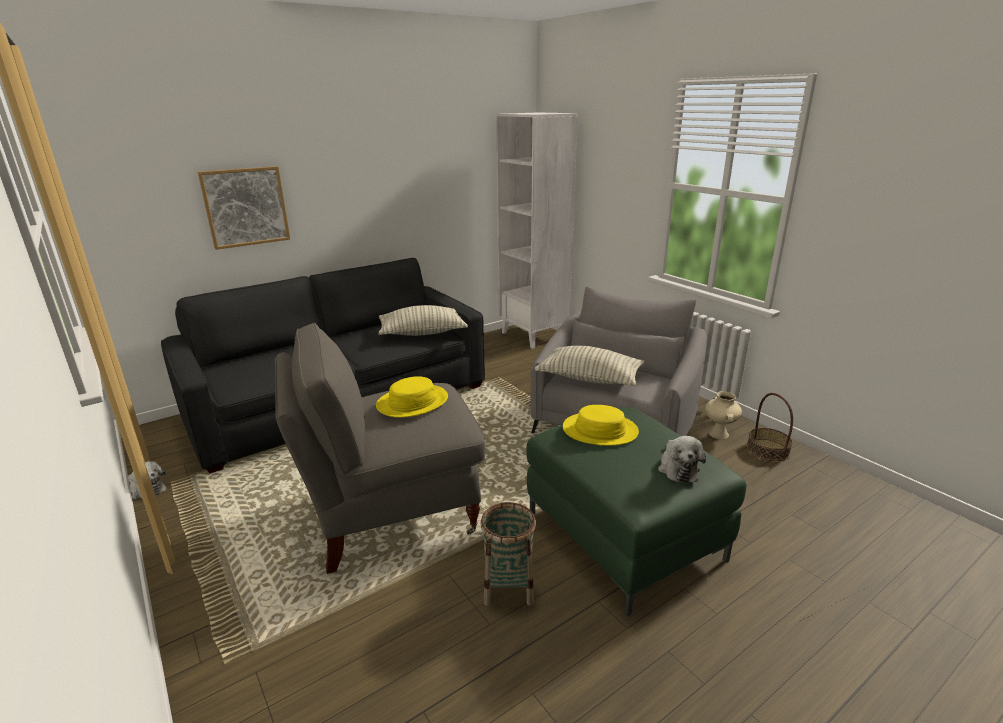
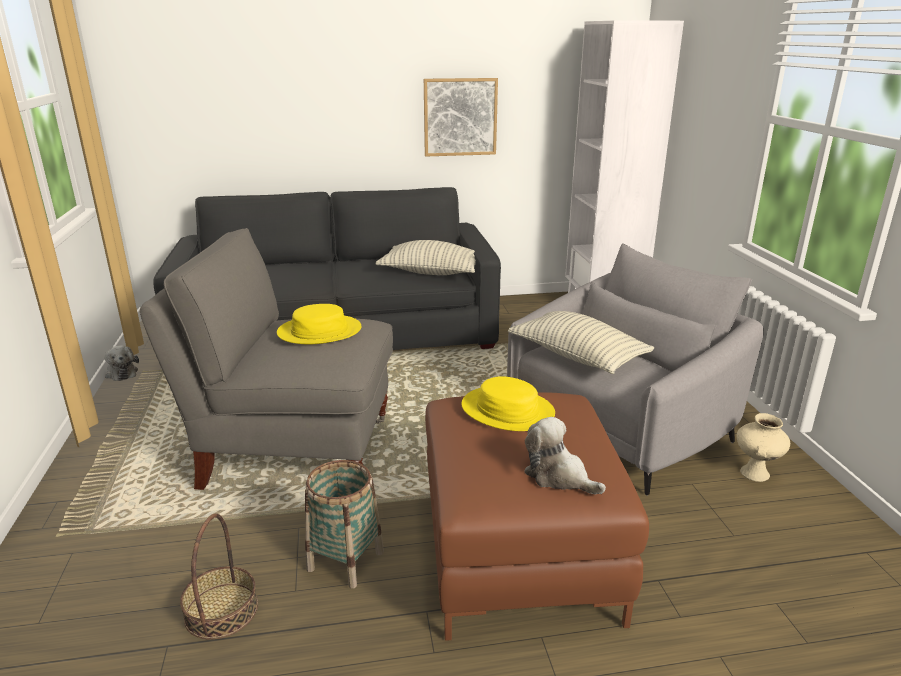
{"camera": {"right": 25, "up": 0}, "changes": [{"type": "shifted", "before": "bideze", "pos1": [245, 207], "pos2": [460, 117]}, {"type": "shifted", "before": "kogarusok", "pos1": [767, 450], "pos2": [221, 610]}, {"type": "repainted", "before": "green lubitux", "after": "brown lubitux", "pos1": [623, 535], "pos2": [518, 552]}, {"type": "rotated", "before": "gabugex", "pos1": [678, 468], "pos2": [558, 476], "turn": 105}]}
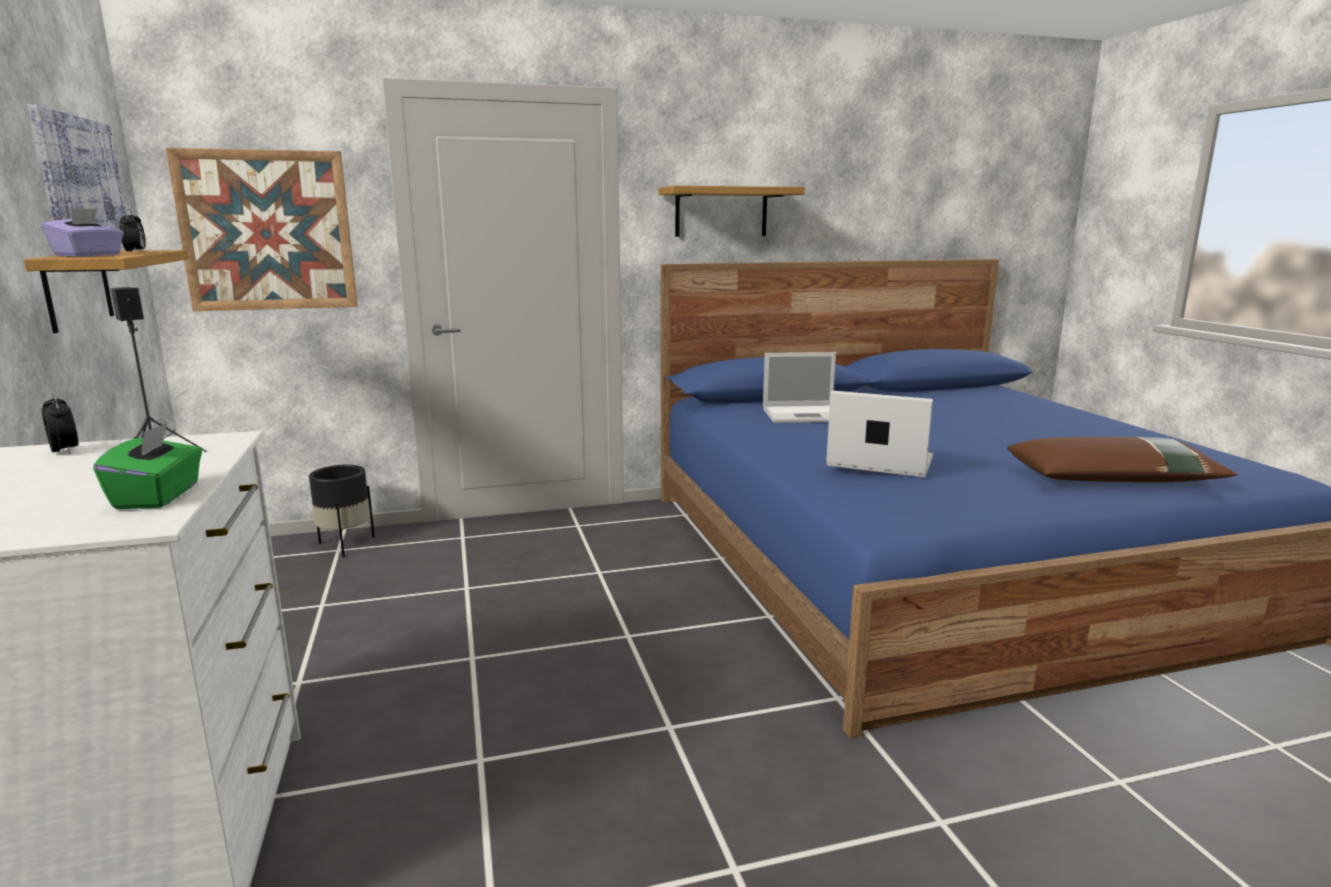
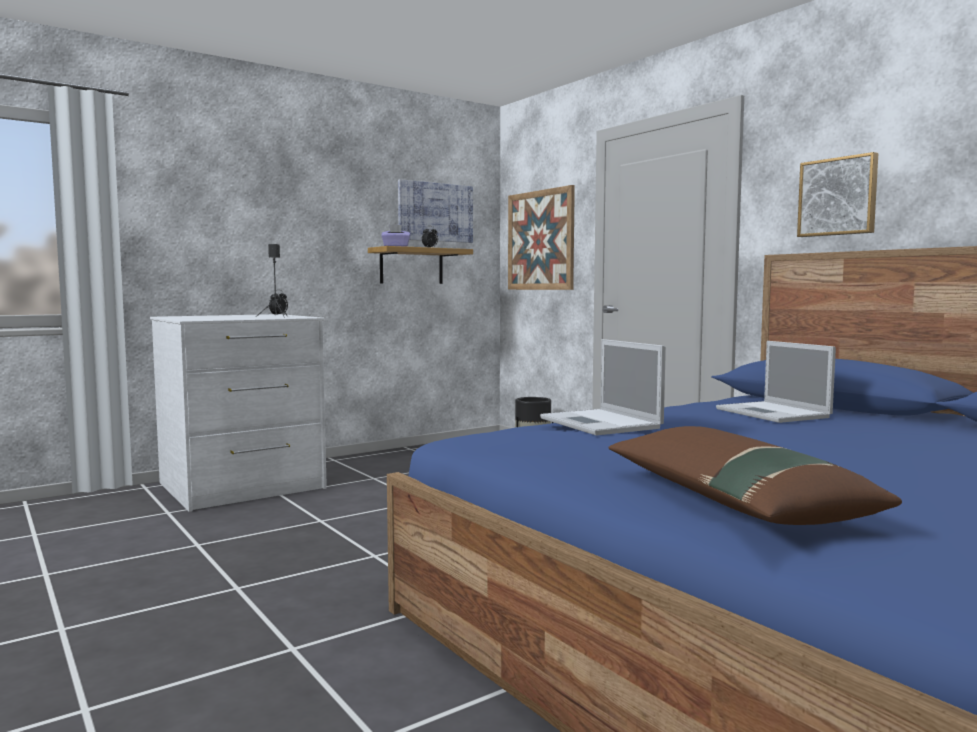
{"camera": {"right": 70, "up": -10}, "changes": [{"type": "gone", "before": "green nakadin", "pos1": [159, 496]}, {"type": "swapped", "before": "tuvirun", "after": "bideze", "pos1": [721, 212], "pos2": [838, 197]}, {"type": "rotated", "before": "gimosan", "pos1": [878, 462], "pos2": [601, 423], "turn": 150}]}
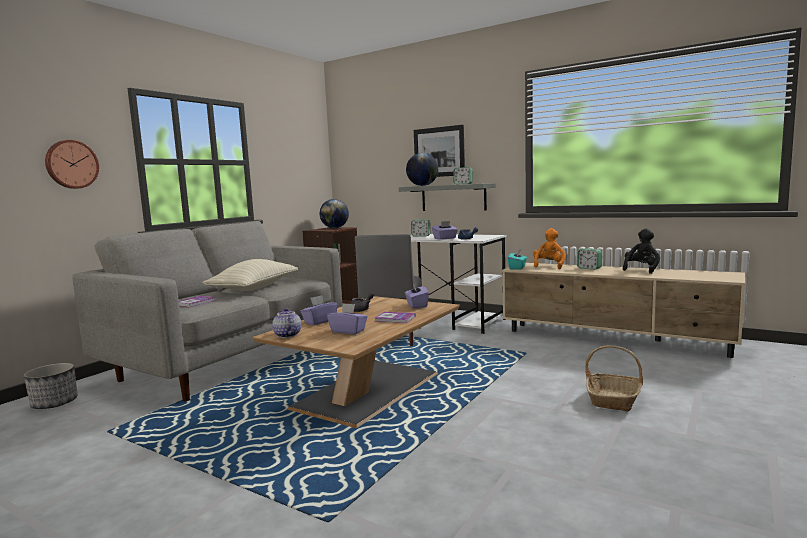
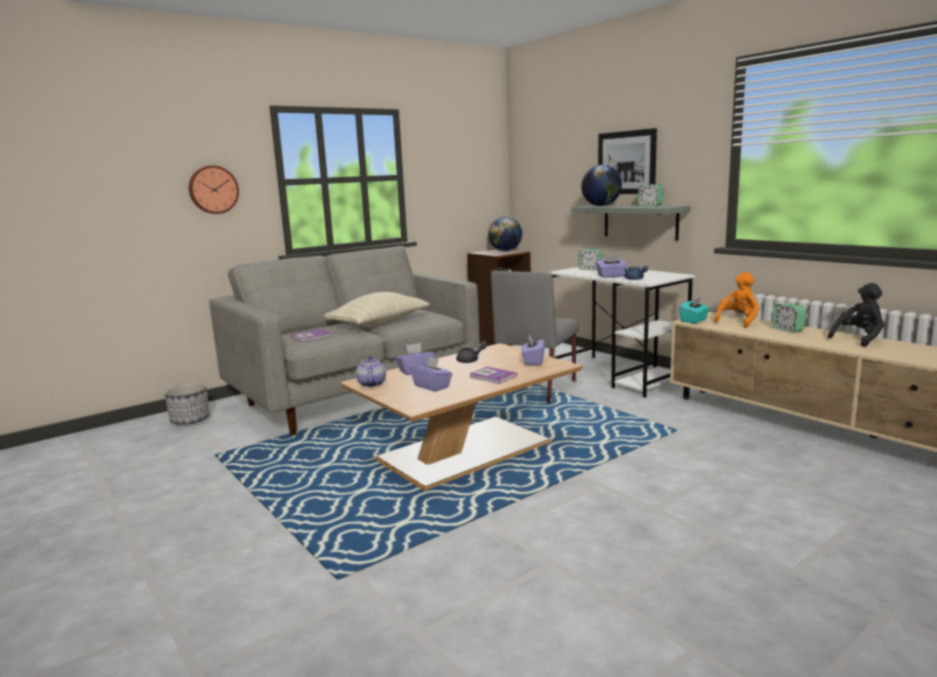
{"camera": {"right": 20, "up": 5}, "changes": [{"type": "gone", "before": "kogarusok", "pos1": [614, 399]}]}
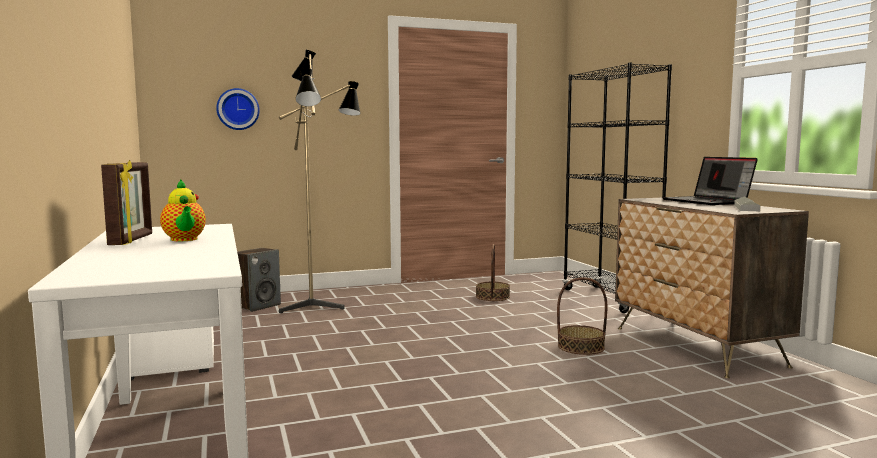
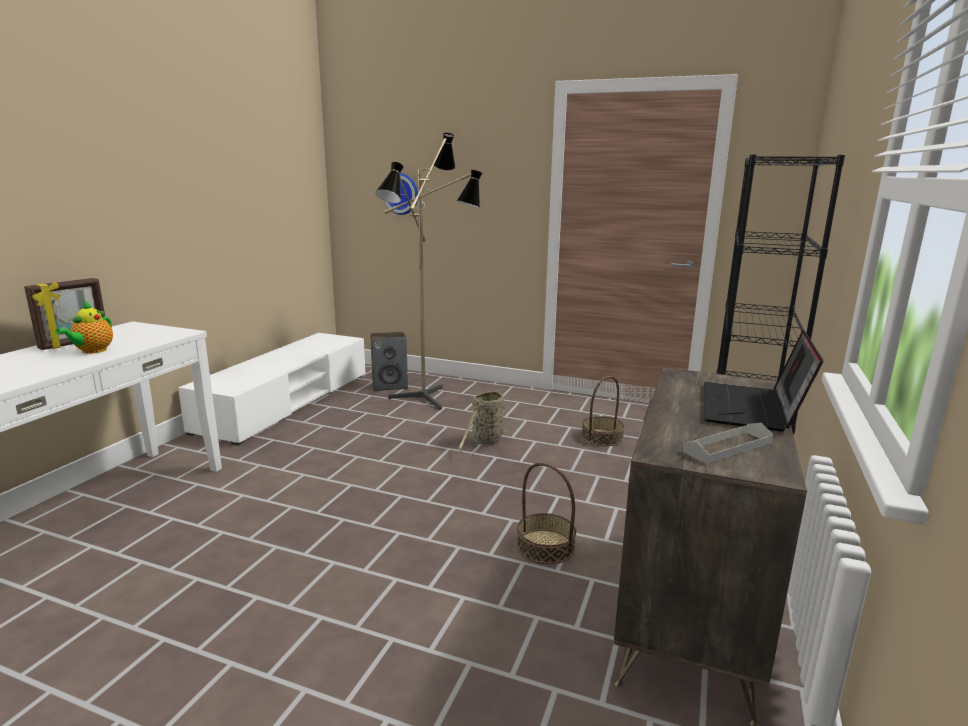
{"camera": {"right": 40, "up": 10}, "changes": [{"type": "new", "after": "kogarusok", "pos2": [485, 442]}]}
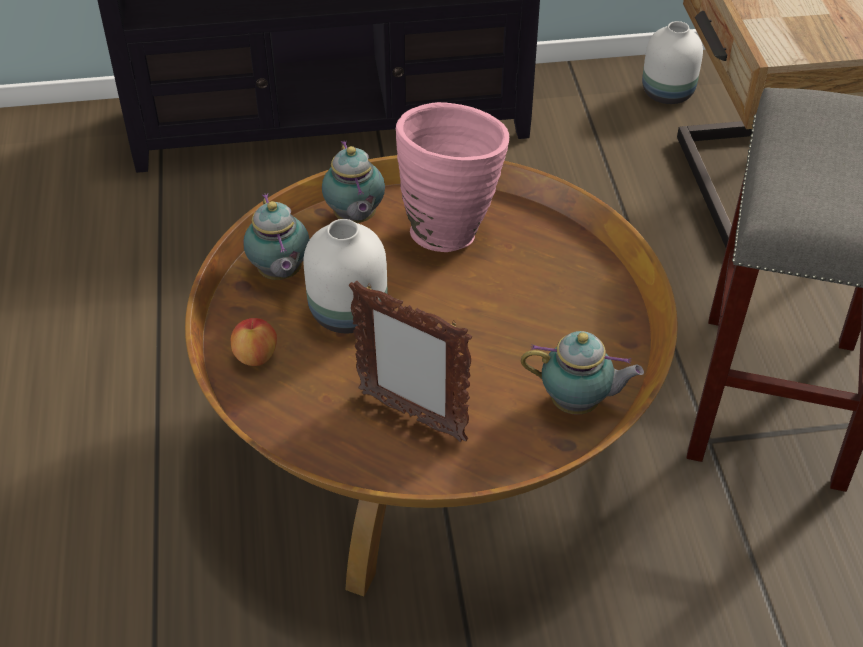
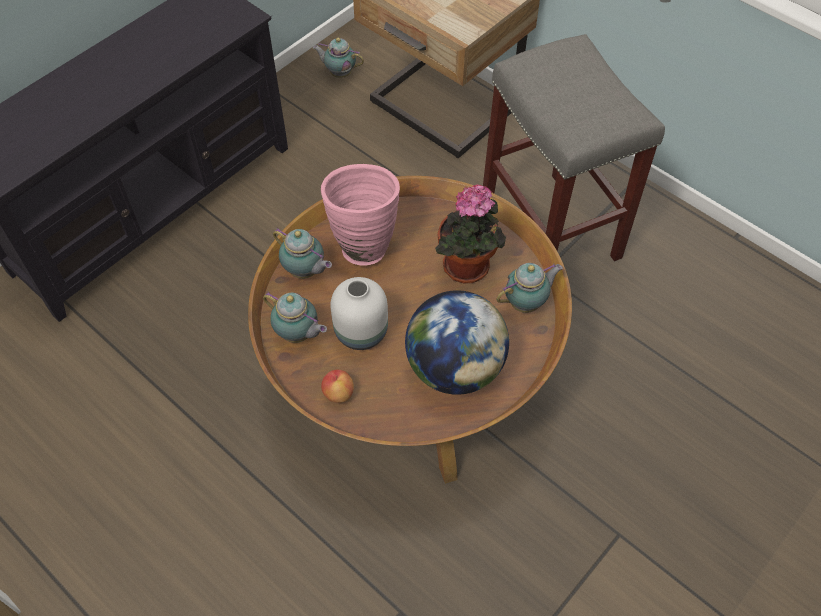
{"camera": {"right": -40, "up": 10}, "changes": [{"type": "new", "after": "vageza", "pos2": [468, 269]}, {"type": "swapped", "before": "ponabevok", "after": "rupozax", "pos1": [411, 416], "pos2": [454, 368]}, {"type": "swapped", "before": "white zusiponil", "after": "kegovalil", "pos1": [669, 93], "pos2": [339, 73]}]}
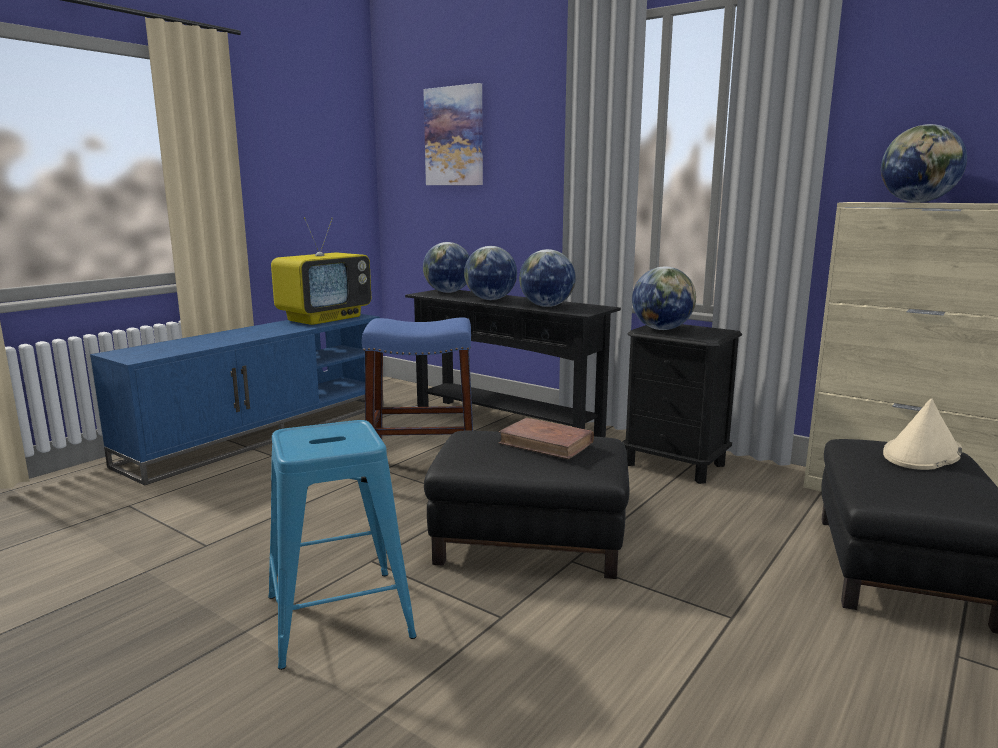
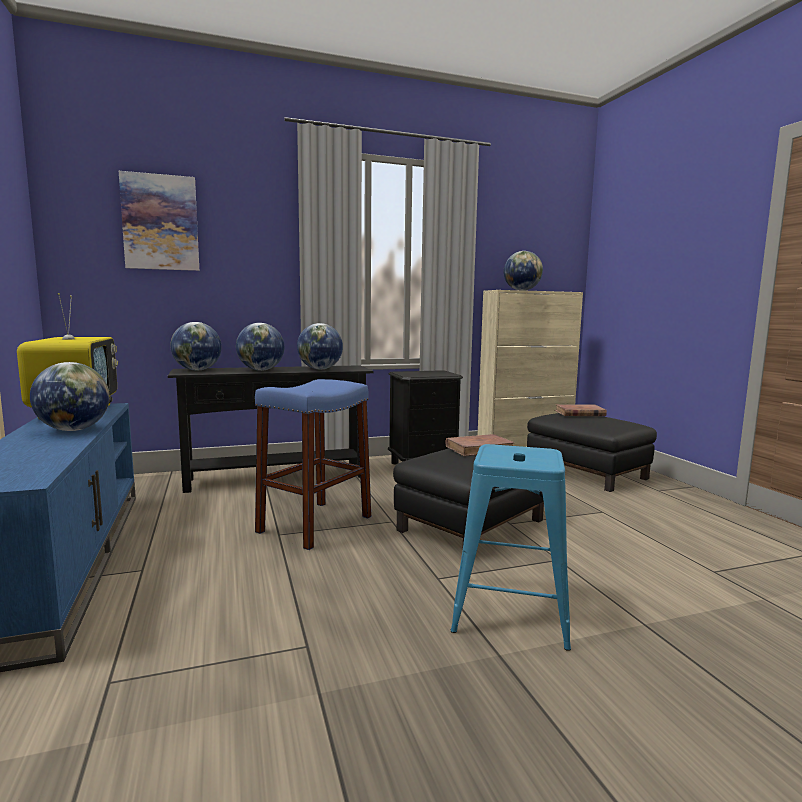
{"camera": {"right": -55, "up": -5}, "changes": [{"type": "shifted", "before": "rupozax", "pos1": [662, 329], "pos2": [74, 430]}, {"type": "swapped", "before": "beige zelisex", "after": "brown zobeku", "pos1": [922, 454], "pos2": [579, 413]}]}
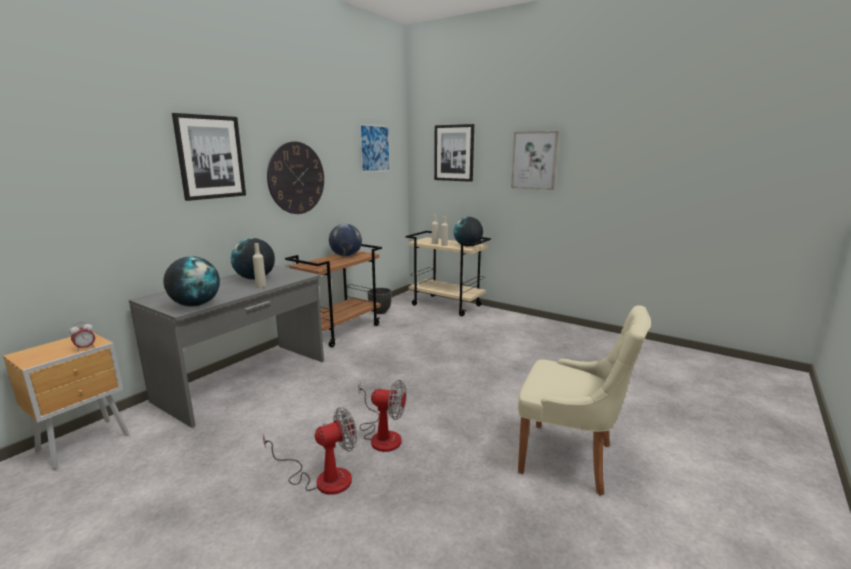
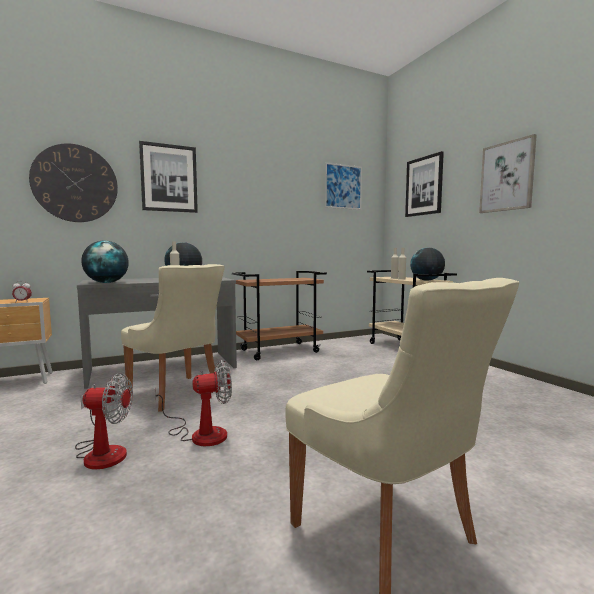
{"camera": {"right": 30, "up": -10}, "changes": [{"type": "gone", "before": "rupozax", "pos1": [346, 256]}, {"type": "gone", "before": "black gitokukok", "pos1": [380, 312]}, {"type": "new", "after": "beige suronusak", "pos2": [177, 394]}, {"type": "shifted", "before": "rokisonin", "pos1": [296, 178], "pos2": [75, 183]}, {"type": "rotated", "before": "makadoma", "pos1": [381, 435], "pos2": [200, 433], "turn": -60}]}
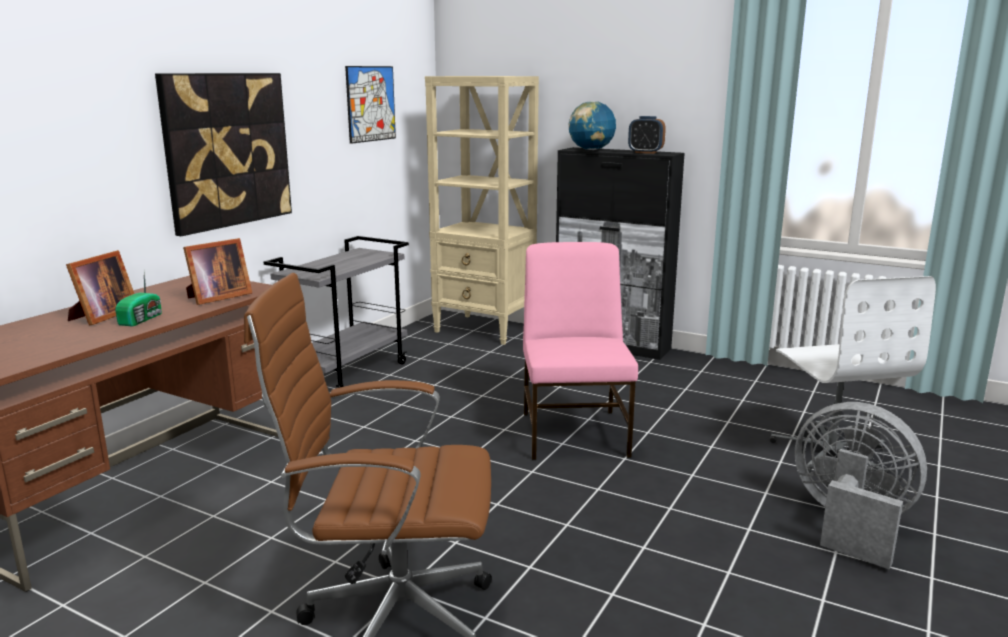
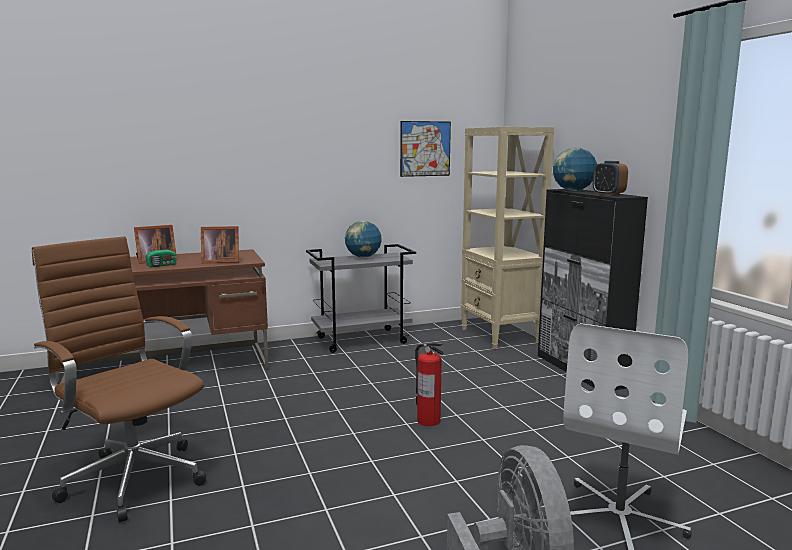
{"camera": {"right": 40, "up": -5}, "changes": [{"type": "gone", "before": "bideze", "pos1": [227, 150]}, {"type": "new", "after": "rupozax", "pos2": [363, 257]}, {"type": "swapped", "before": "pink suronusak", "after": "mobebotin", "pos1": [575, 433], "pos2": [428, 420]}]}
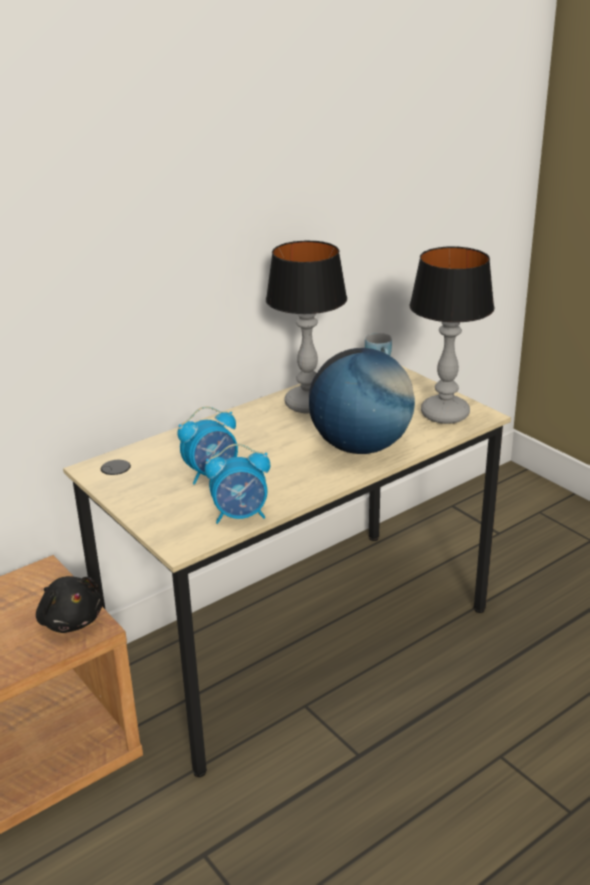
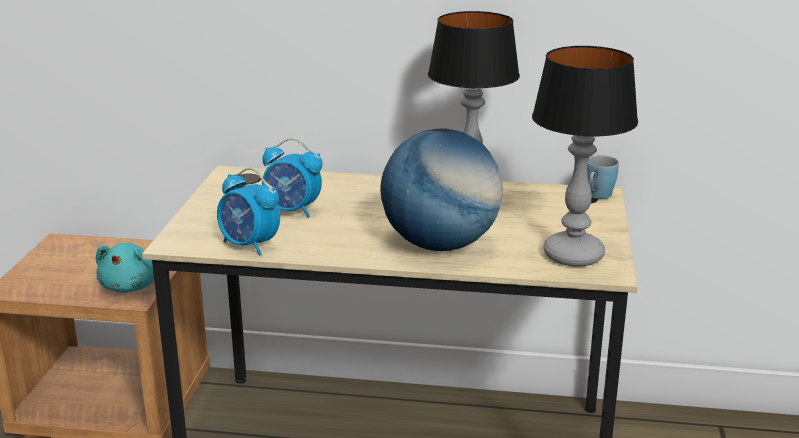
{"camera": {"right": 45, "up": -5}, "changes": [{"type": "repainted", "before": "black gabugex", "after": "turquoise gabugex", "pos1": [71, 620], "pos2": [131, 286]}]}
